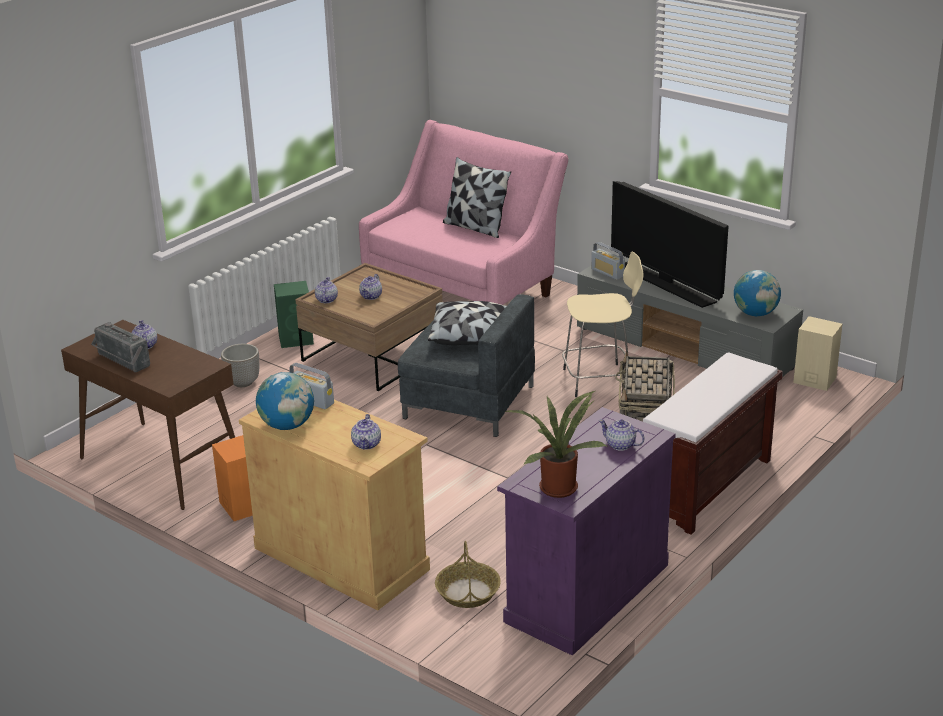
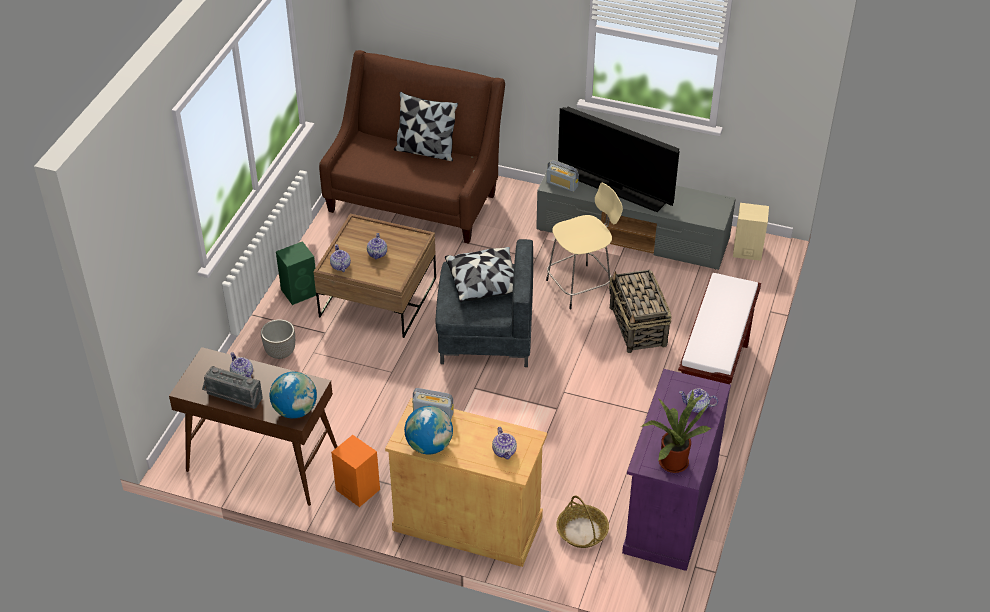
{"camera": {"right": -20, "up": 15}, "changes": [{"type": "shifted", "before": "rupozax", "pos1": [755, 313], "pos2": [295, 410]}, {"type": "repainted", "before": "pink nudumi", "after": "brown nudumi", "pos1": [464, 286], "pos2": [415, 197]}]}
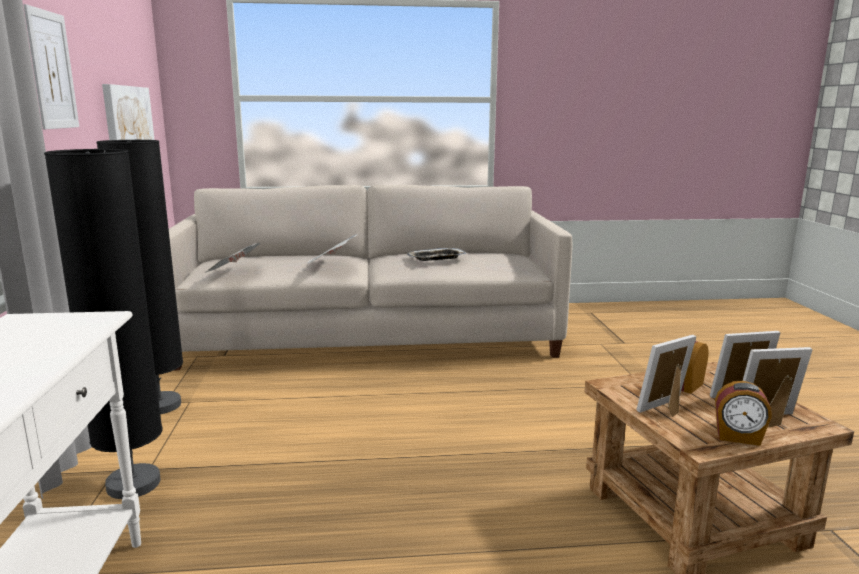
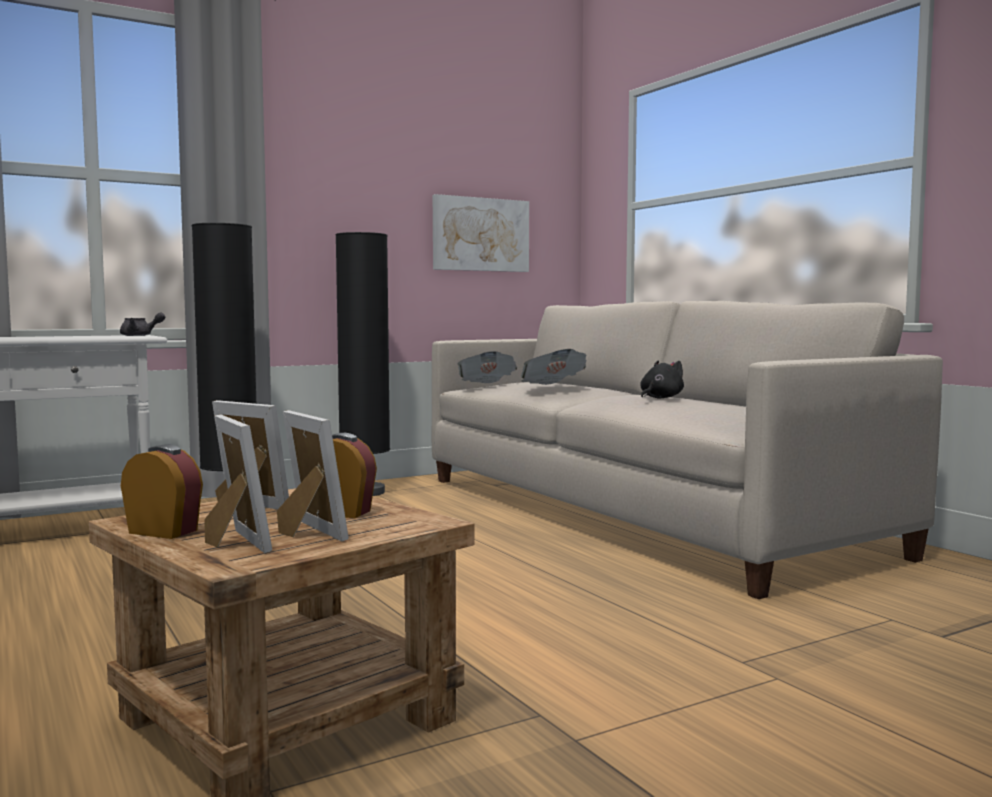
{"camera": {"right": 65, "up": -10}, "changes": [{"type": "gone", "before": "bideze", "pos1": [52, 70]}, {"type": "new", "after": "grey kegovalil", "pos2": [140, 335]}, {"type": "swapped", "before": "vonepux", "after": "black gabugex", "pos1": [436, 258], "pos2": [660, 398]}, {"type": "rotated", "before": "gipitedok", "pos1": [738, 437], "pos2": [164, 531], "turn": 120}]}
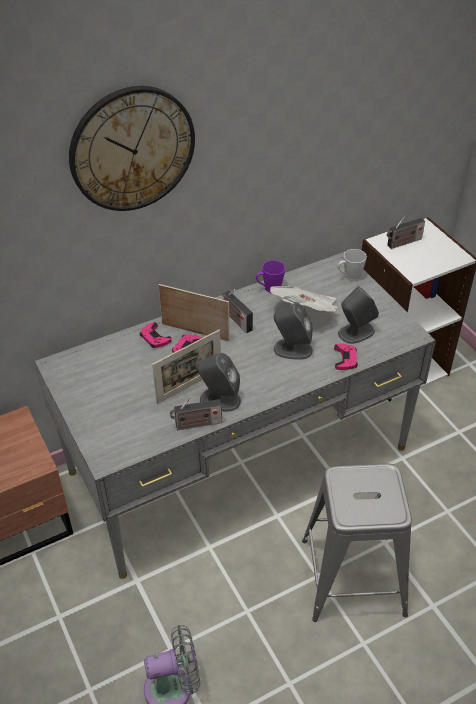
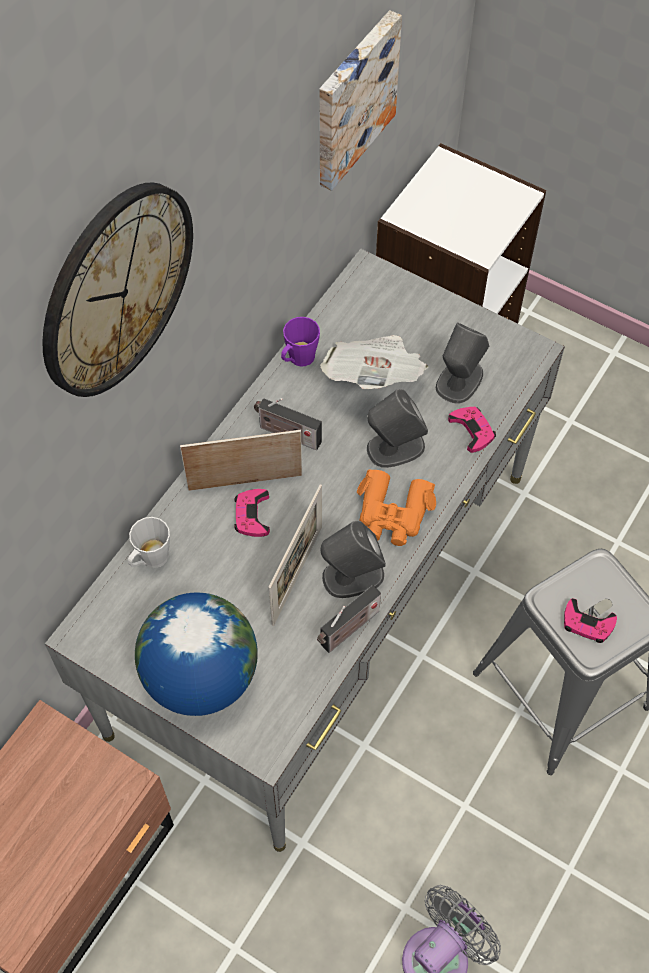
{"camera": {"right": -30, "up": 15}, "changes": [{"type": "gone", "before": "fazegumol", "pos1": [403, 243]}, {"type": "new", "after": "rupozax", "pos2": [201, 676]}, {"type": "new", "after": "bideze", "pos2": [353, 99]}, {"type": "new", "after": "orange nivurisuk", "pos2": [393, 514]}, {"type": "shifted", "before": "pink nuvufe", "pos1": [155, 338], "pos2": [587, 623]}, {"type": "shifted", "before": "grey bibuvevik", "pos1": [349, 276], "pos2": [150, 559]}]}
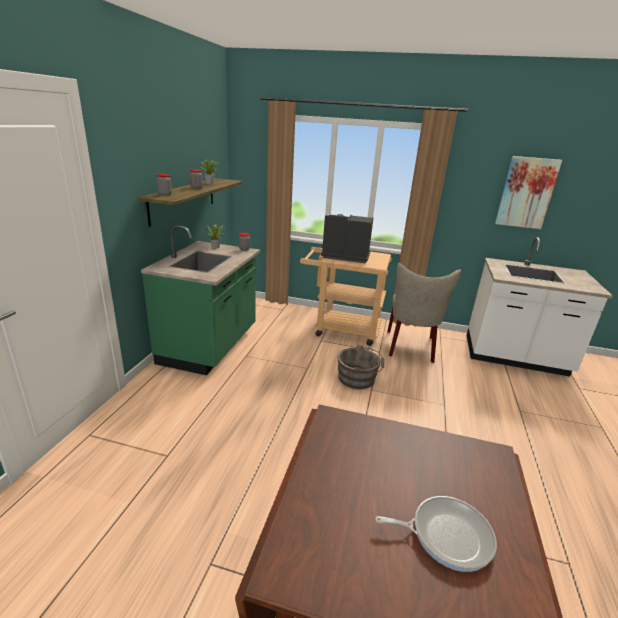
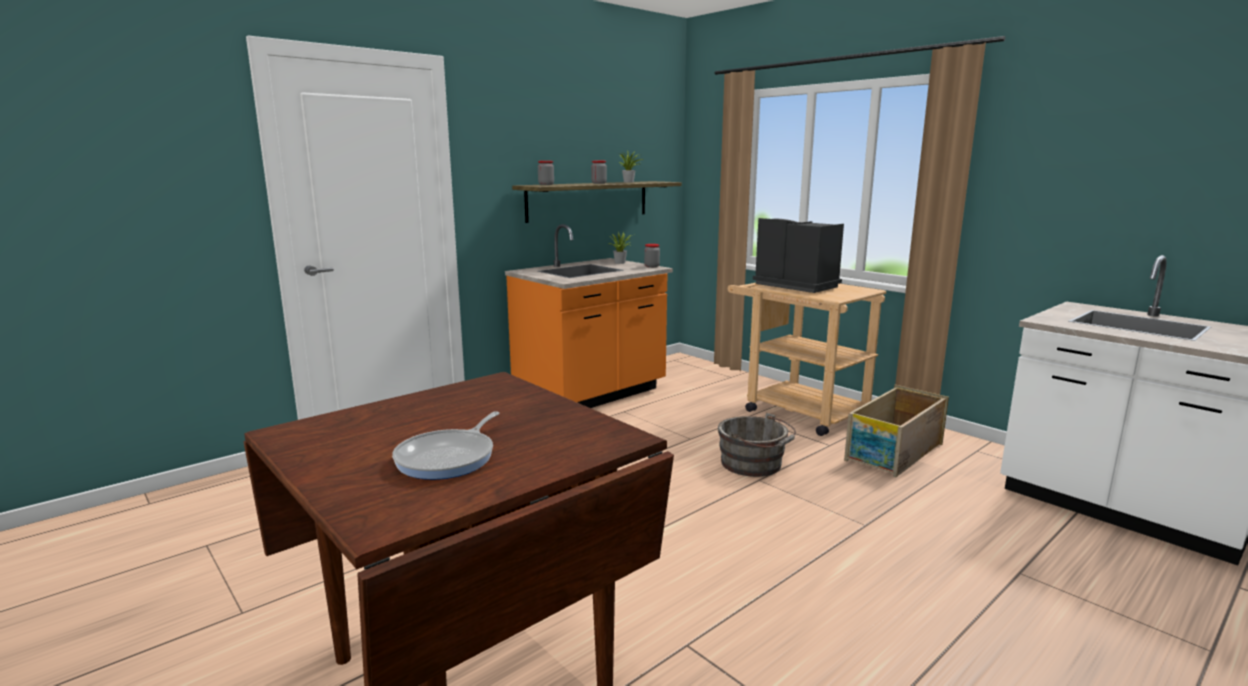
{"camera": {"right": 35, "up": -10}, "changes": [{"type": "gone", "before": "bideze", "pos1": [526, 193]}, {"type": "swapped", "before": "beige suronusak", "after": "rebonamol", "pos1": [410, 348], "pos2": [893, 452]}, {"type": "repainted", "before": "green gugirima", "after": "orange gugirima", "pos1": [210, 346], "pos2": [591, 395]}, {"type": "rotated", "before": "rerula", "pos1": [446, 535], "pos2": [449, 458], "turn": 75}]}
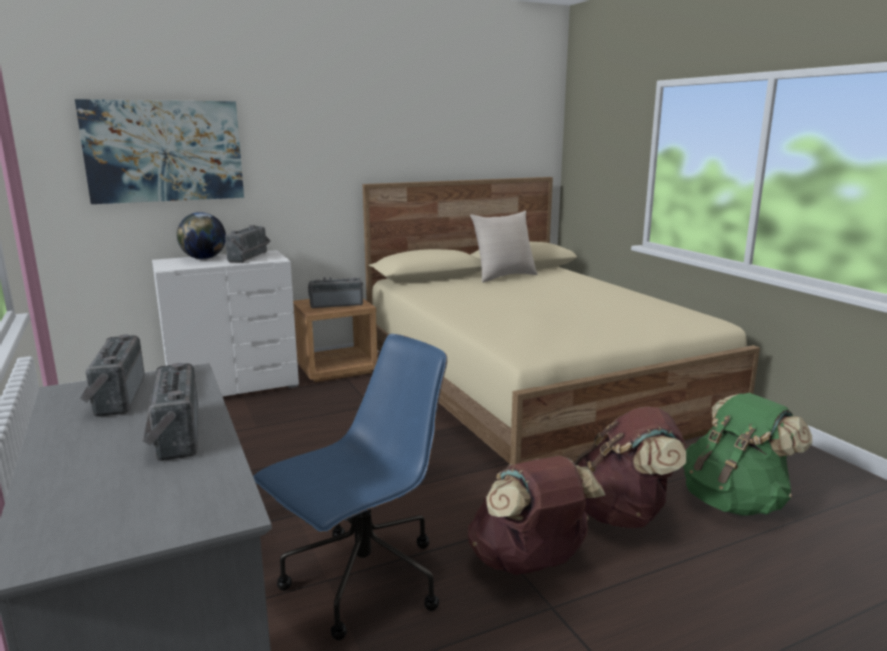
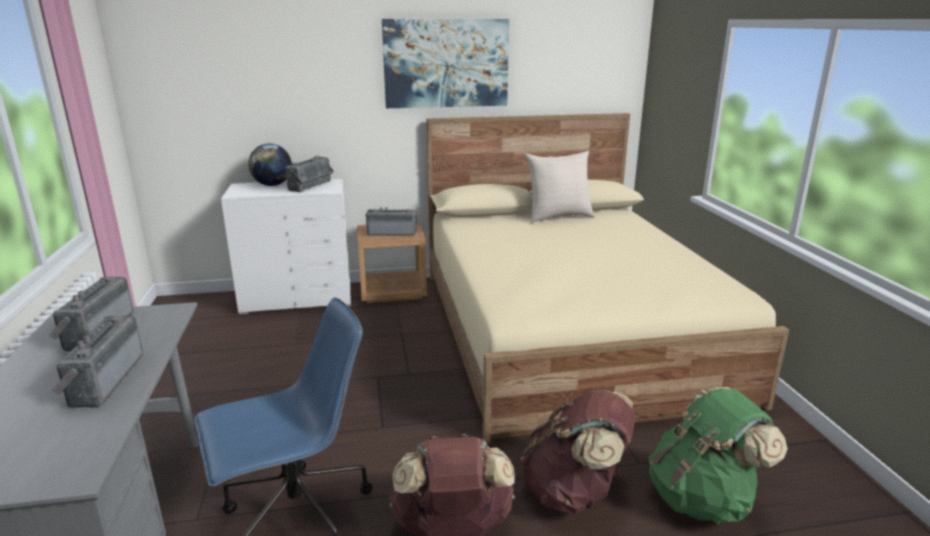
{"camera": {"right": 15, "up": 5}, "changes": [{"type": "shifted", "before": "bideze", "pos1": [164, 151], "pos2": [446, 63]}]}
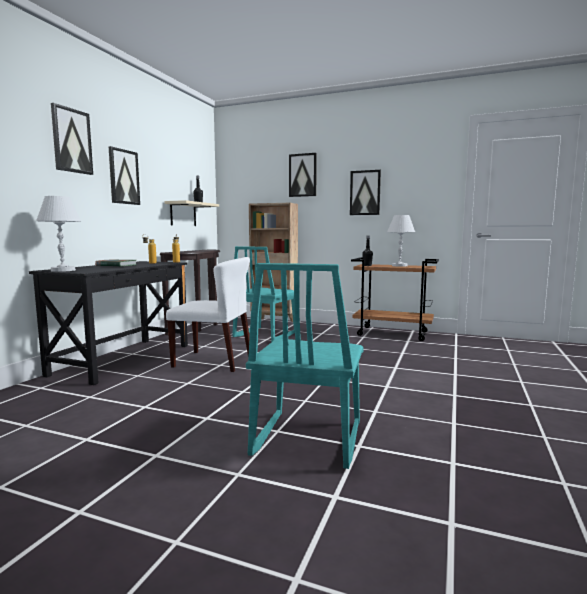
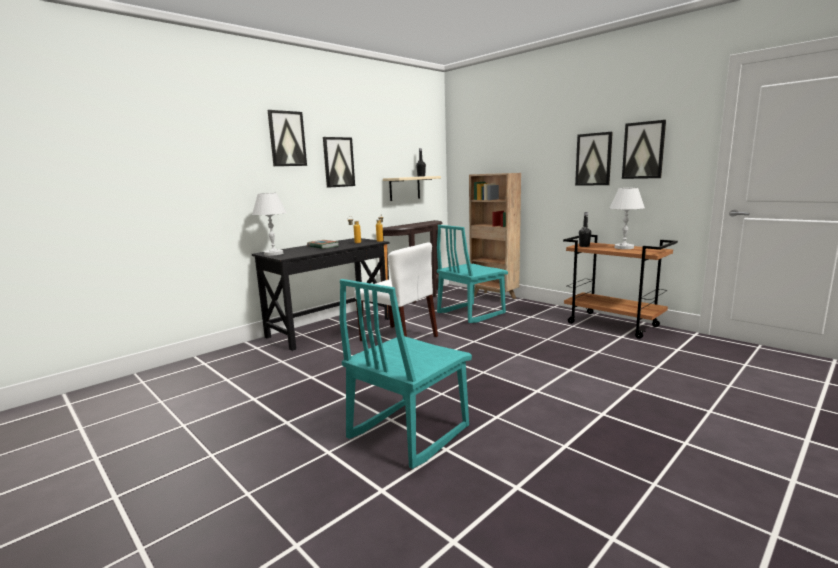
{"camera": {"right": 25, "up": 5}, "changes": [{"type": "shifted", "before": "bideze", "pos1": [303, 175], "pos2": [643, 150]}]}
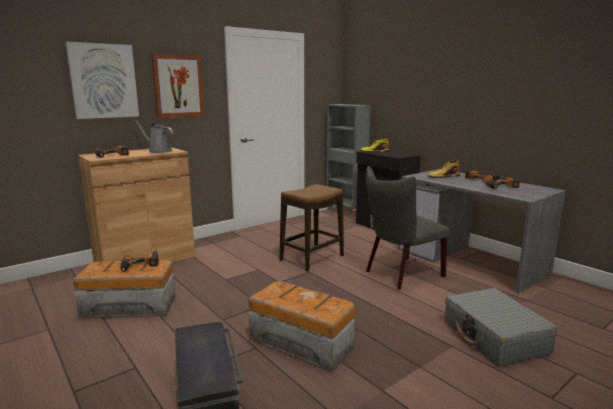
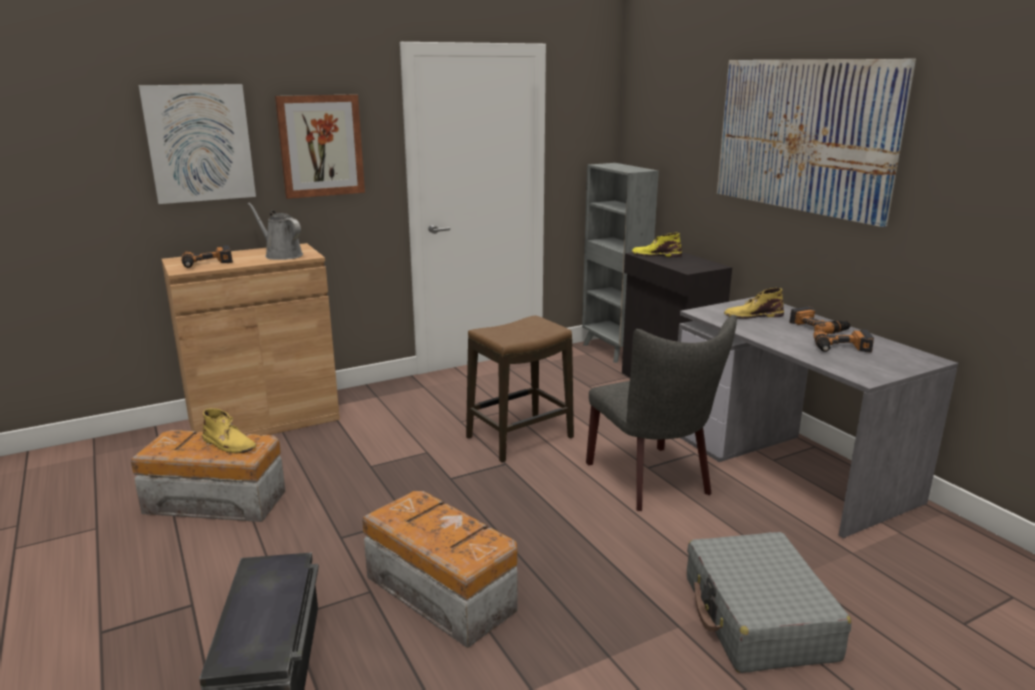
{"camera": {"right": 10, "up": 5}, "changes": [{"type": "new", "after": "bideze", "pos2": [803, 136]}, {"type": "swapped", "before": "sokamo", "after": "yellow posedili", "pos1": [140, 266], "pos2": [229, 444]}, {"type": "rotated", "before": "grey suronusak", "pos1": [400, 274], "pos2": [653, 481], "turn": -90}]}
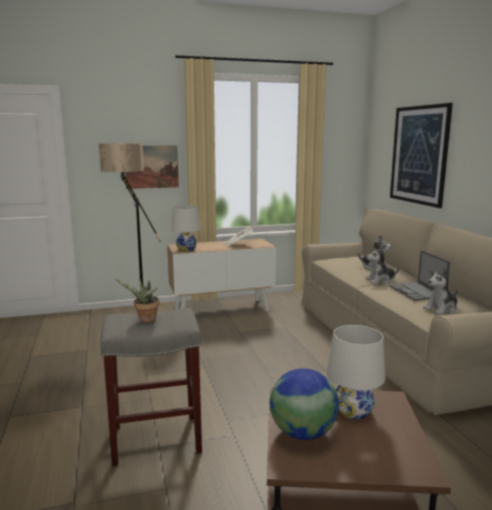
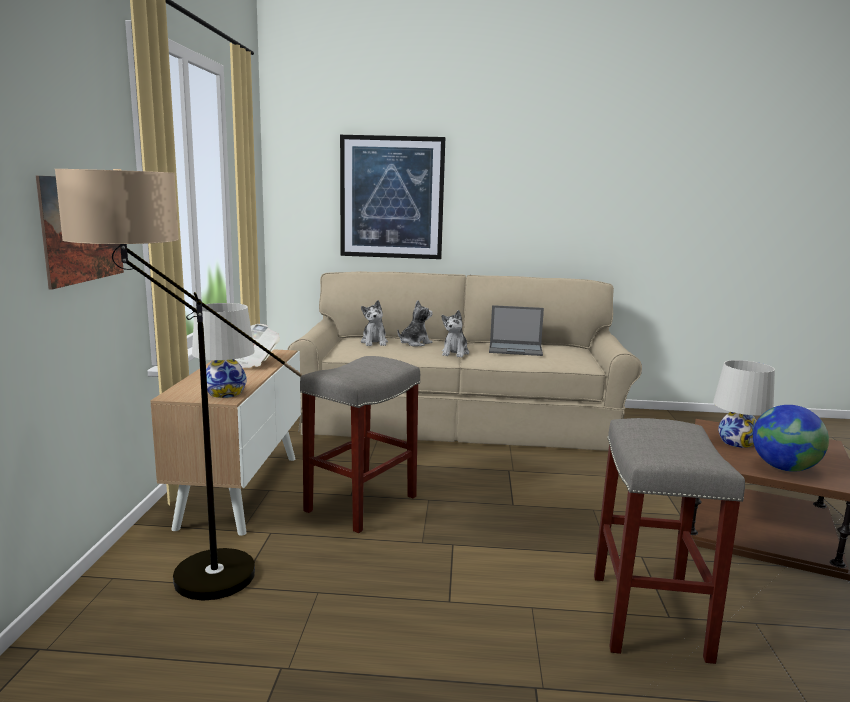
{"camera": {"right": -70, "up": 0}, "changes": [{"type": "gone", "before": "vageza", "pos1": [145, 320]}, {"type": "new", "after": "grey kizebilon", "pos2": [361, 503]}, {"type": "shifted", "before": "gabugex", "pos1": [441, 309], "pos2": [374, 342]}]}
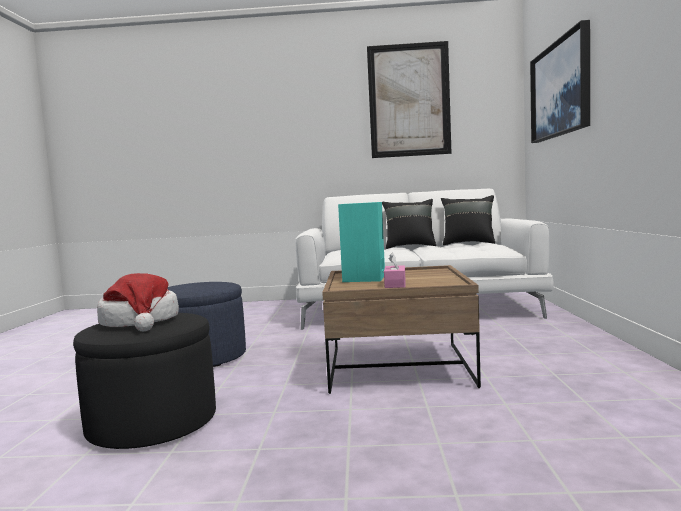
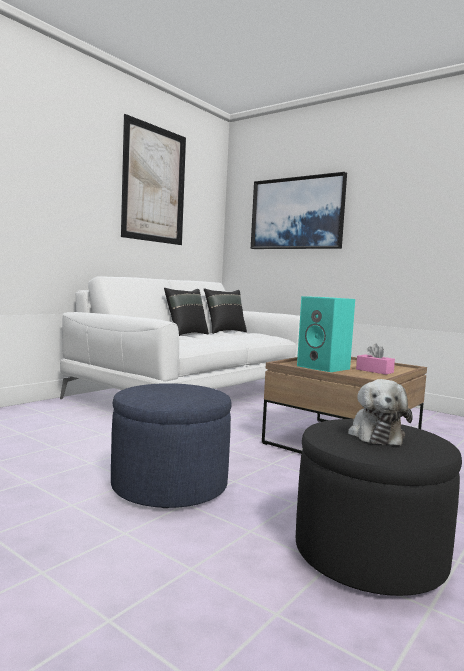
{"camera": {"right": -55, "up": 0}, "changes": [{"type": "swapped", "before": "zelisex", "after": "gabugex", "pos1": [140, 321], "pos2": [375, 434]}]}
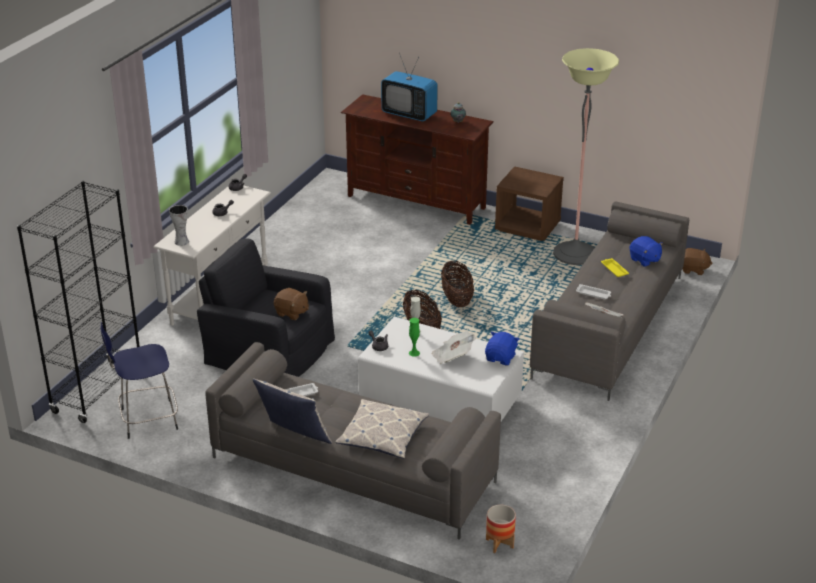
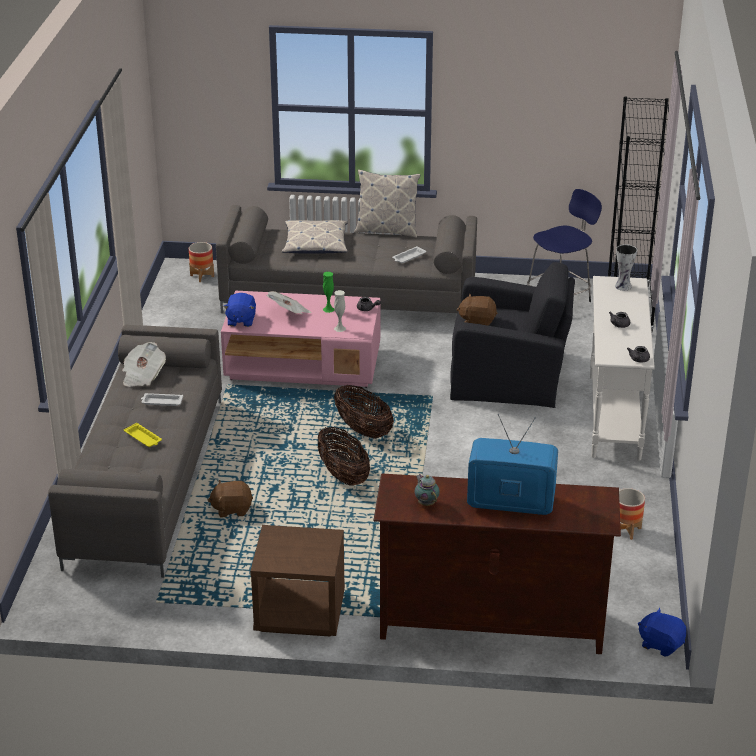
{"camera": {"right": 160, "up": 0}, "changes": [{"type": "gone", "before": "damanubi", "pos1": [575, 254]}, {"type": "new", "after": "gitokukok", "pos2": [626, 530]}, {"type": "shifted", "before": "blue gabugex", "pos1": [644, 260], "pos2": [661, 644]}, {"type": "shifted", "before": "brown gabugex", "pos1": [693, 270], "pos2": [232, 509]}, {"type": "repainted", "before": "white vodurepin", "after": "pink vodurepin", "pos1": [440, 400], "pos2": [304, 364]}]}
